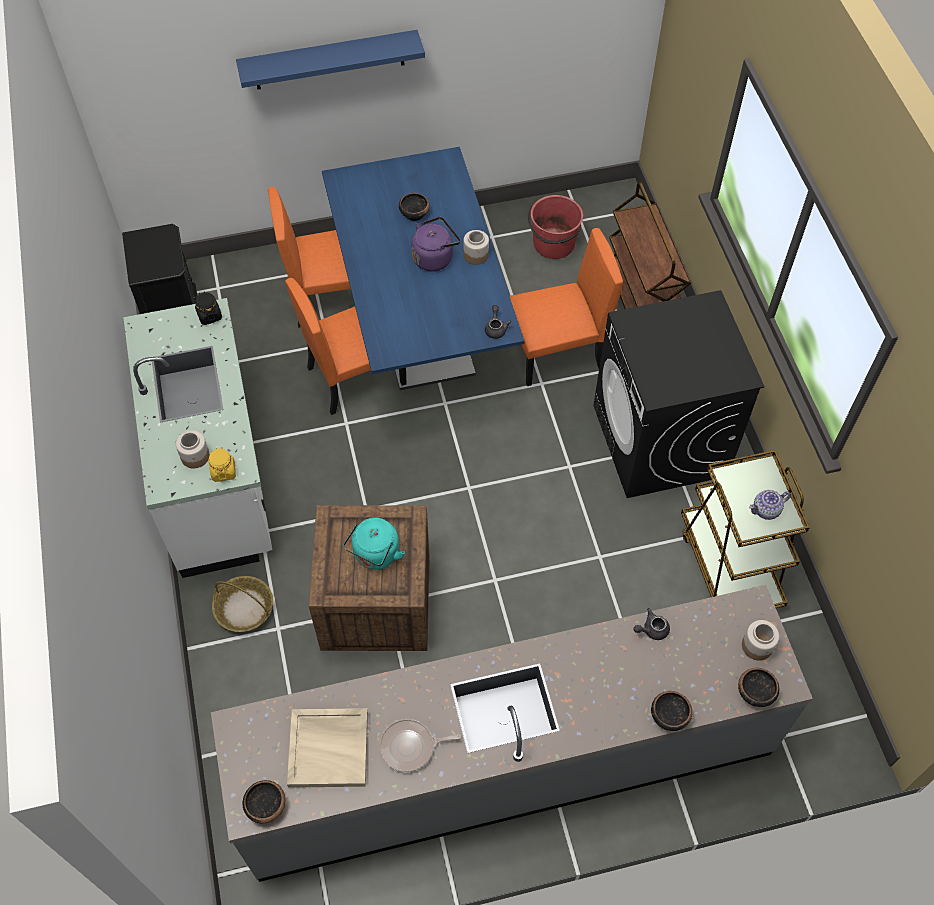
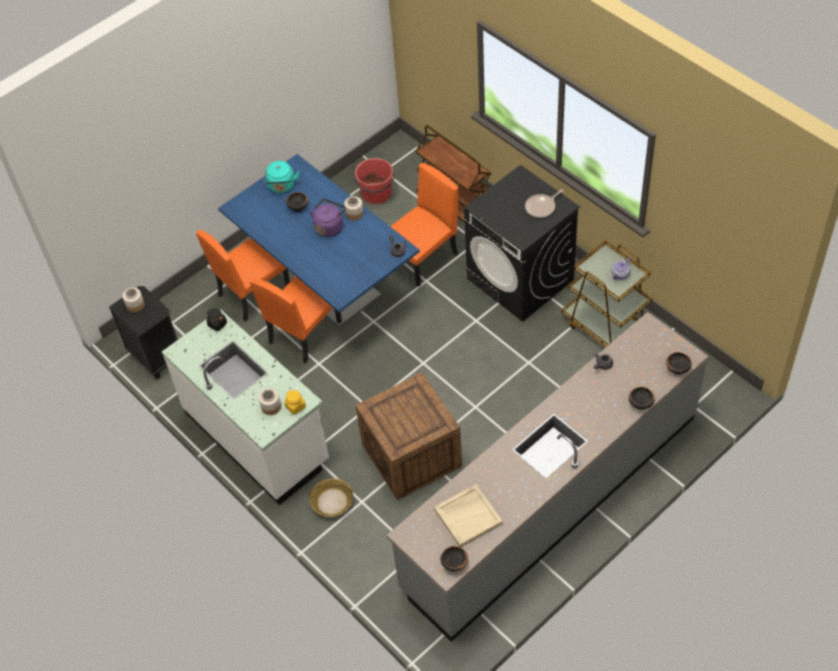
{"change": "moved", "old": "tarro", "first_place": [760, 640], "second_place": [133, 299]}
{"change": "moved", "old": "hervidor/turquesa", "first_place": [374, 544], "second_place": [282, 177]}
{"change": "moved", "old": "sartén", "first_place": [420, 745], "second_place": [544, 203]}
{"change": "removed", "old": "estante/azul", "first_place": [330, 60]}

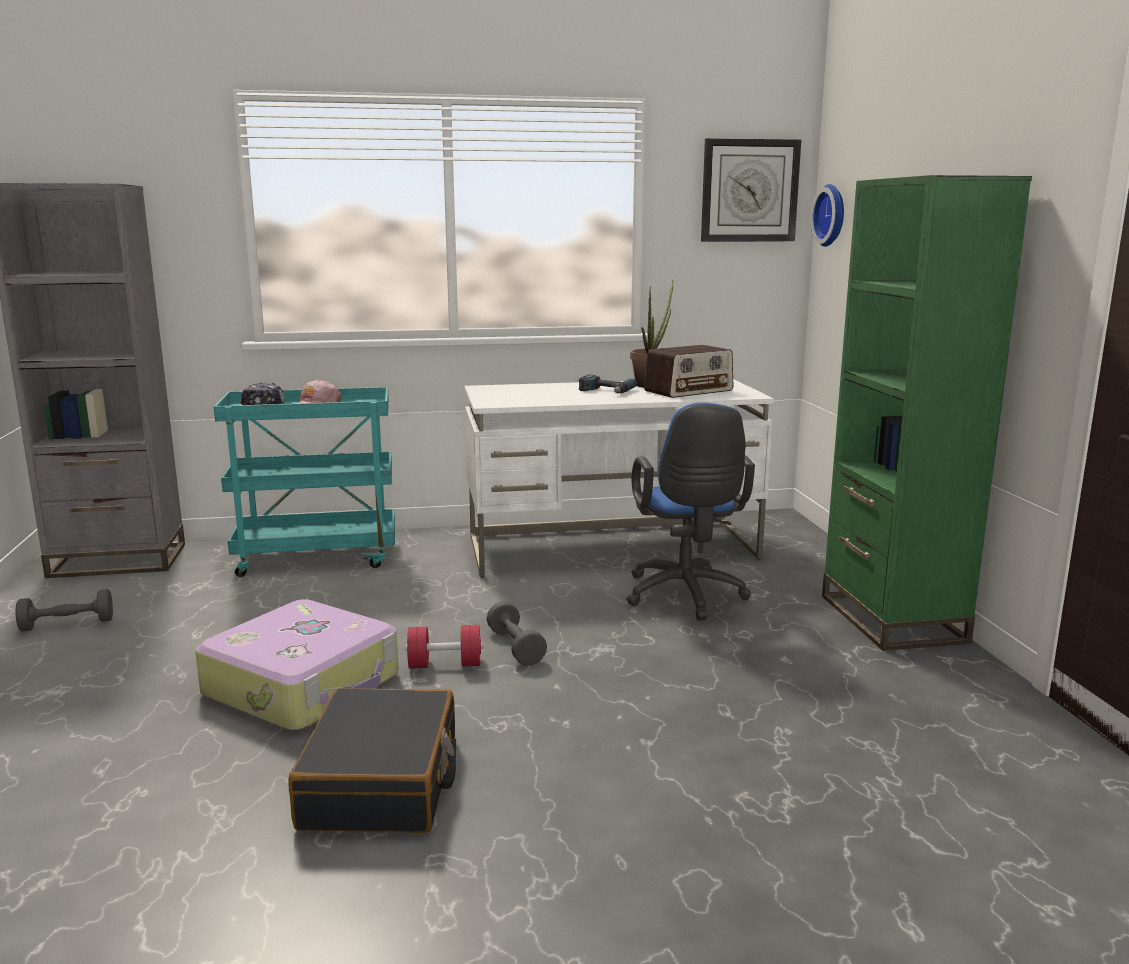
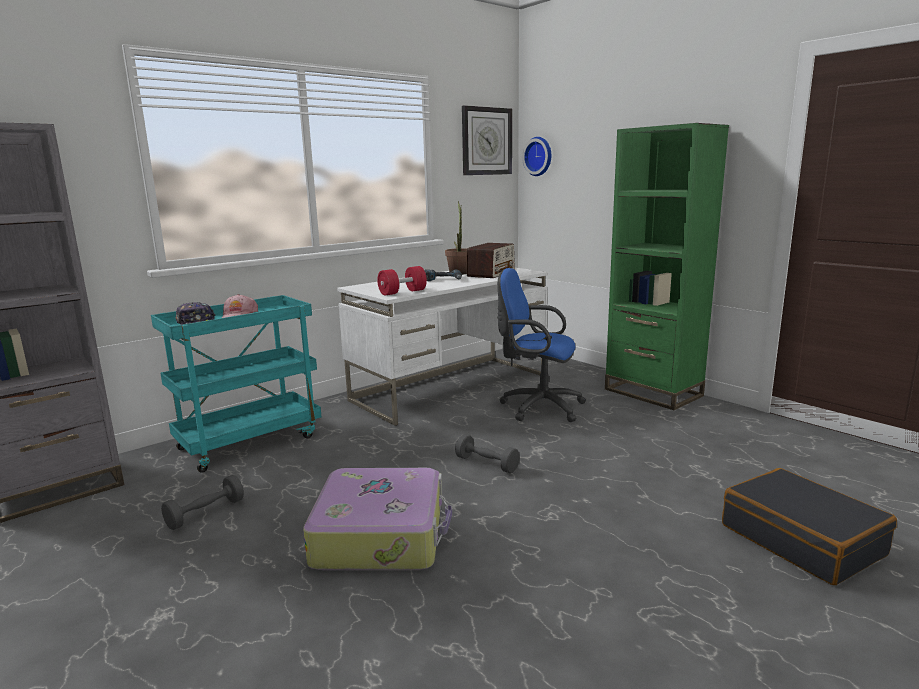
{"change": "moved", "old": "mancuerna/gris", "first_place": [64, 610], "second_place": [202, 502]}
{"change": "moved", "old": "mancuerna/rojo", "first_place": [444, 647], "second_place": [402, 280]}
{"change": "turned", "old": "silla de oficina/azul", "first_place": [690, 511], "second_place": [542, 345], "degrees": 150}
{"change": "moved", "old": "maleta/negro", "first_place": [372, 760], "second_place": [809, 526]}

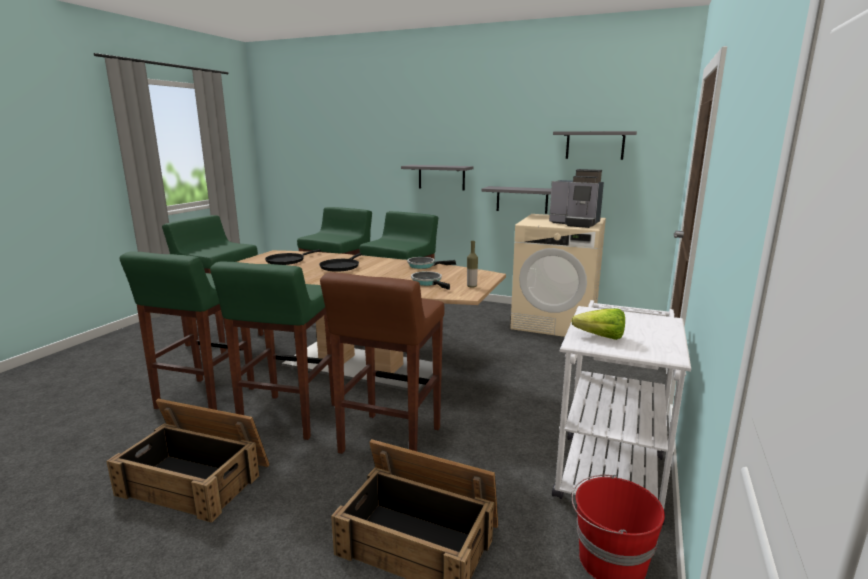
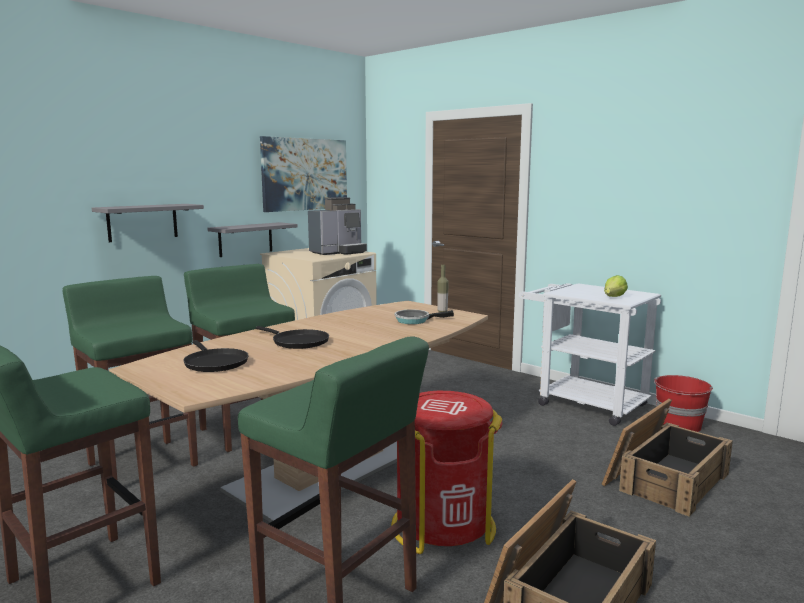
{"change": "replaced", "old": "estante/gris", "new": "cuadro", "first_place": [595, 145], "second_place": [303, 174]}
{"change": "replaced", "old": "taburete/verde", "new": "papelera/rojo", "first_place": [272, 350], "second_place": [446, 472]}
{"change": "removed", "old": "taburete/marrón", "first_place": [382, 363]}
{"change": "removed", "old": "sartén", "first_place": [431, 263]}

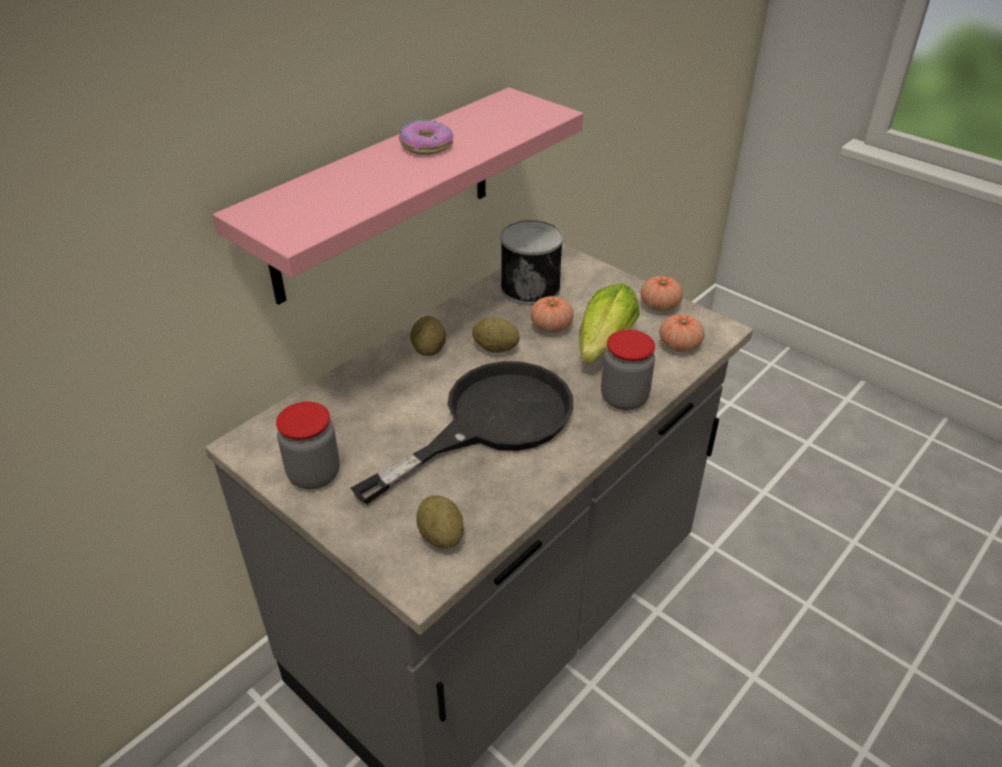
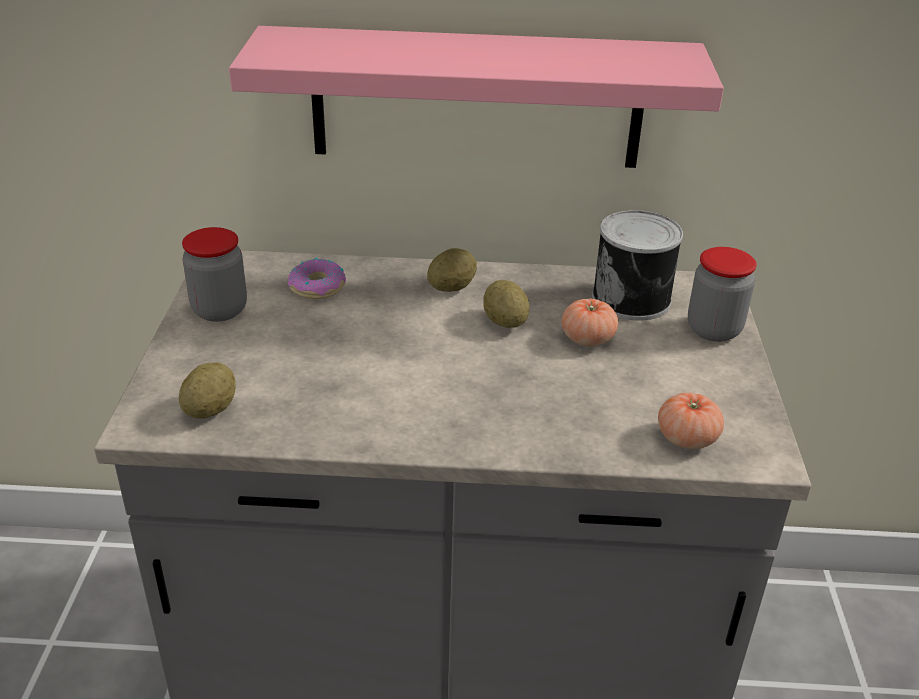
{"change": "moved", "old": "rosquilla", "first_place": [426, 137], "second_place": [317, 278]}
{"change": "moved", "old": "tarro", "first_place": [628, 370], "second_place": [722, 294]}
{"change": "removed", "old": "sartén/negro", "first_place": [462, 432]}
{"change": "removed", "old": "lechuga", "first_place": [609, 323]}
{"change": "removed", "old": "tomate", "first_place": [662, 294]}

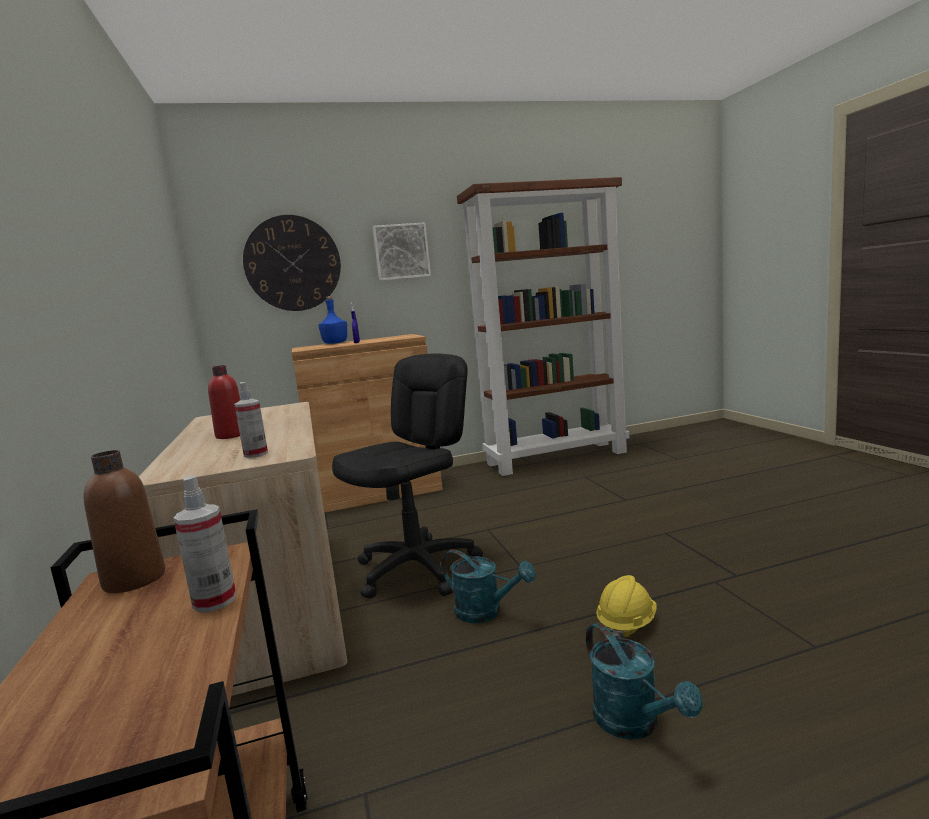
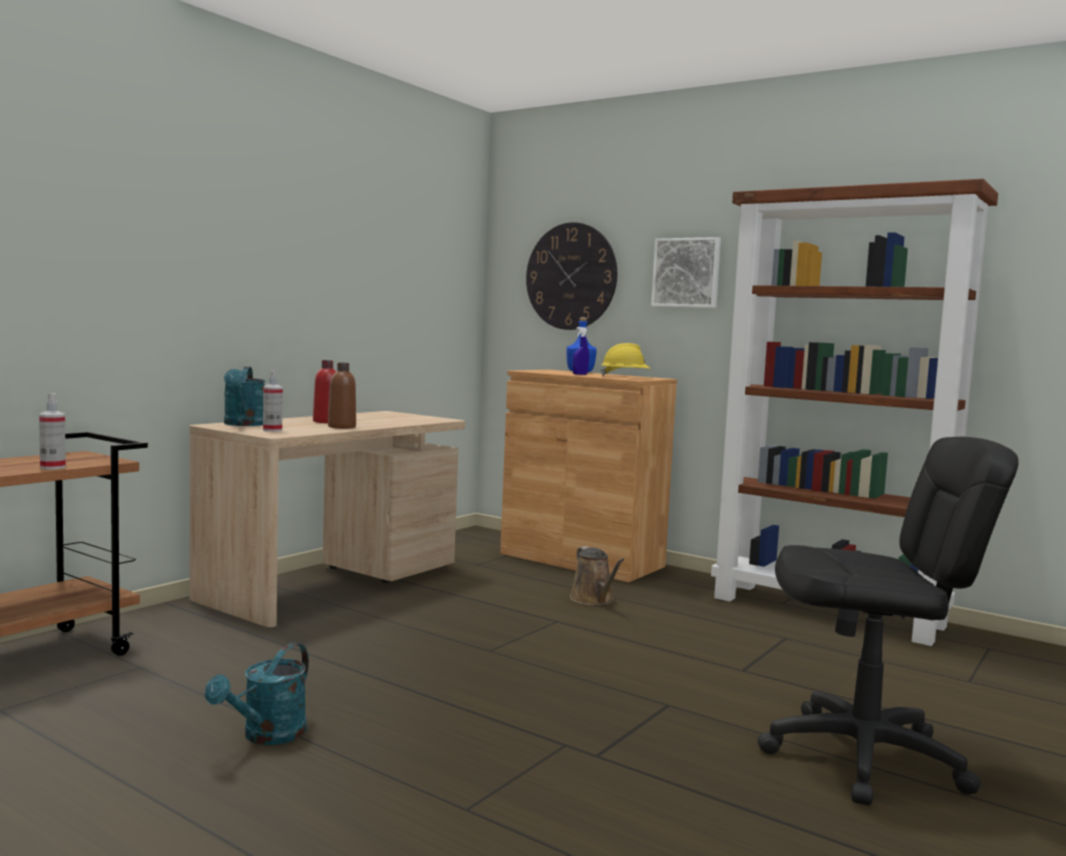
{"change": "moved", "old": "regadera/turquesa", "first_place": [488, 586], "second_place": [244, 396]}
{"change": "moved", "old": "botella/marrón", "first_place": [124, 521], "second_place": [342, 396]}
{"change": "added", "new": "regadera/marrón", "second_place": [597, 575]}
{"change": "moved", "old": "casco/amarillo", "first_place": [626, 606], "second_place": [625, 359]}
{"change": "moved", "old": "silla de oficina/negro", "first_place": [407, 476], "second_place": [888, 621]}

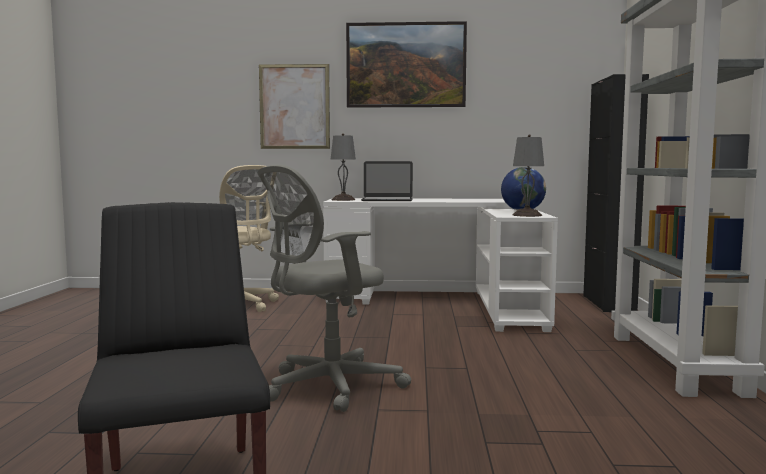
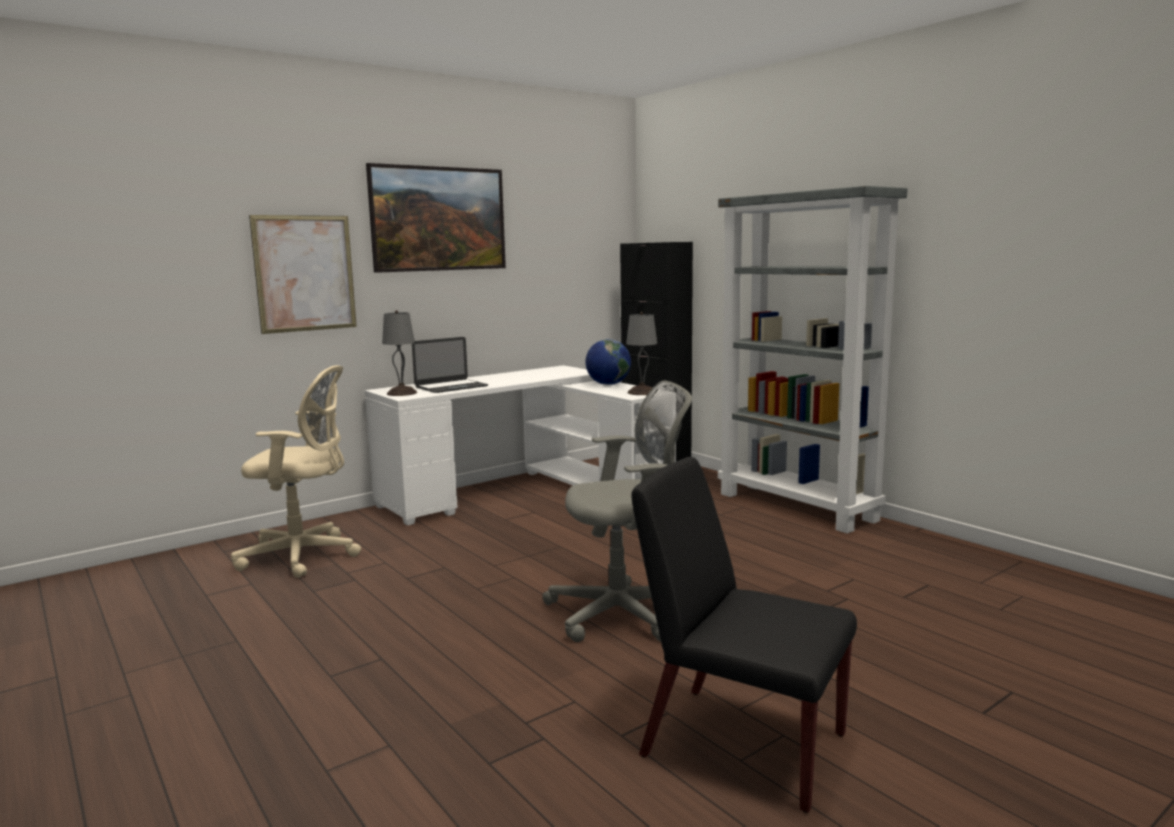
{"change": "turned", "old": "silla de oficina/gris", "first_place": [334, 288], "second_place": [617, 511], "degrees": -120}

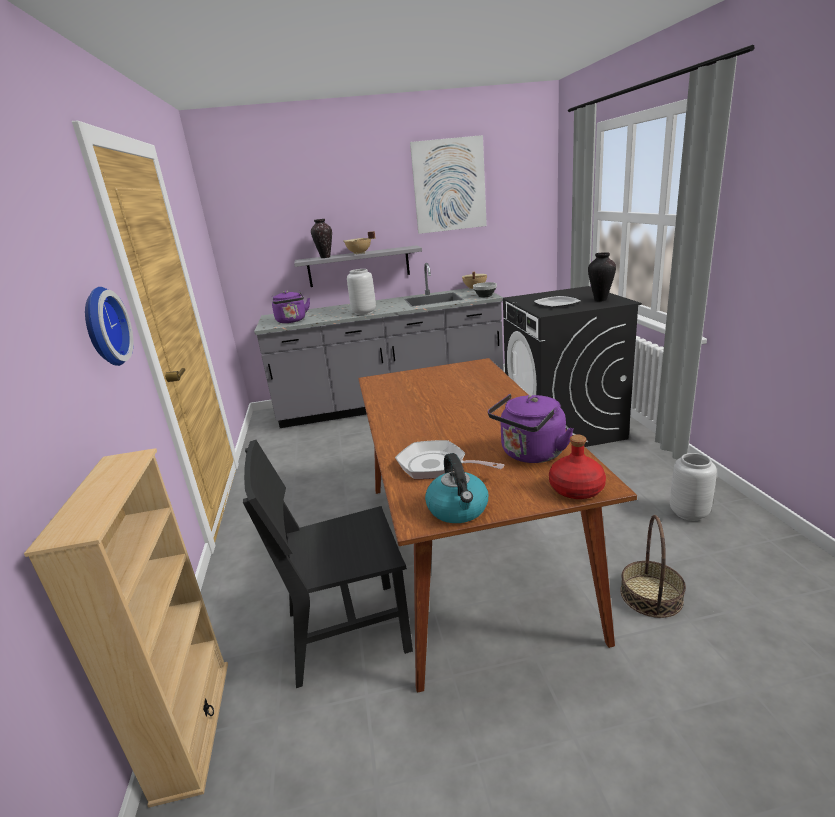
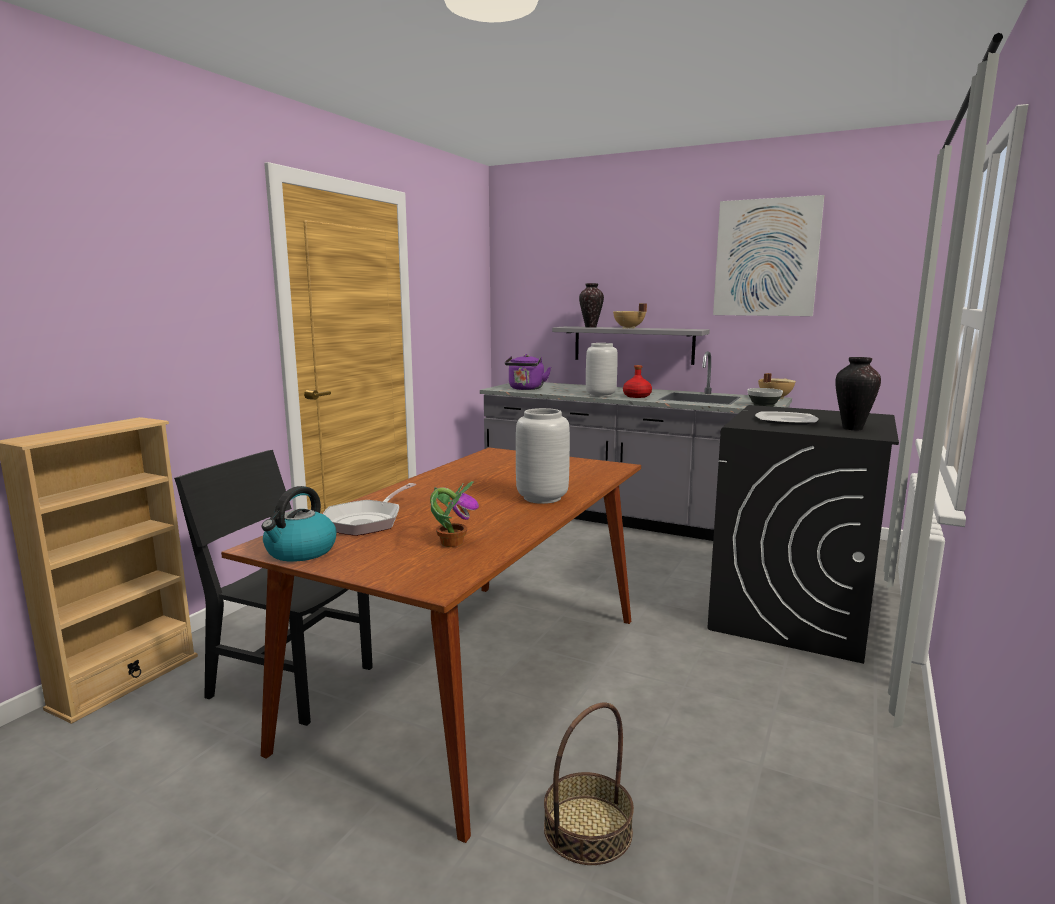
{"change": "turned", "old": "sartén", "first_place": [449, 459], "second_place": [369, 509], "degrees": -135}
{"change": "replaced", "old": "hervidor/morado", "new": "planta en maceta", "first_place": [531, 428], "second_place": [454, 514]}
{"change": "moved", "old": "florero/gris", "first_place": [693, 487], "second_place": [543, 456]}
{"change": "moved", "old": "botella/rojo", "first_place": [577, 466], "second_place": [637, 381]}
{"change": "removed", "old": "reloj de pared", "first_place": [109, 326]}

